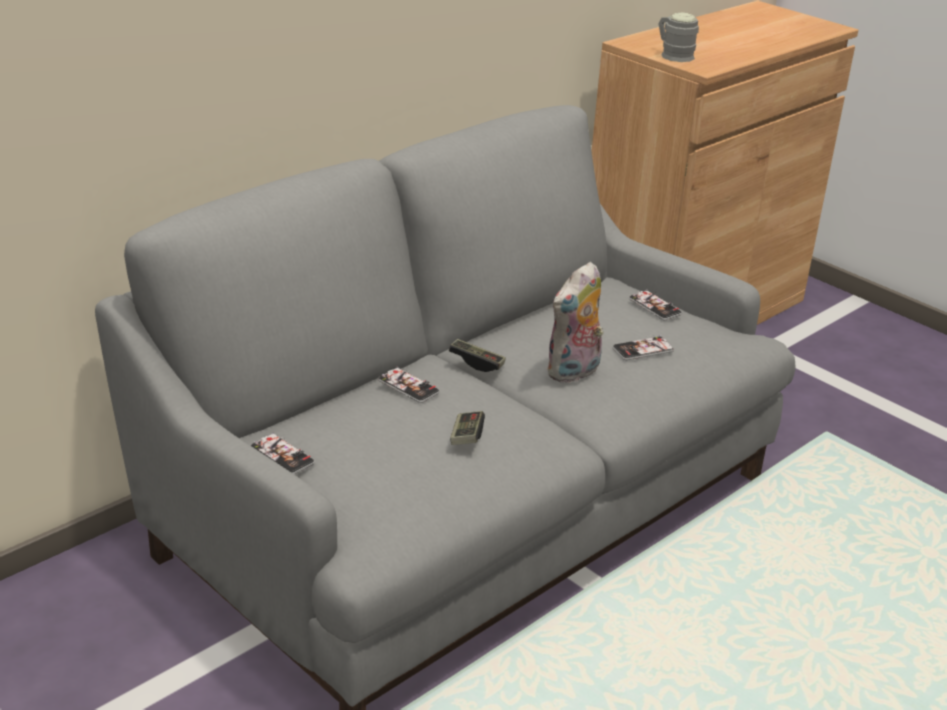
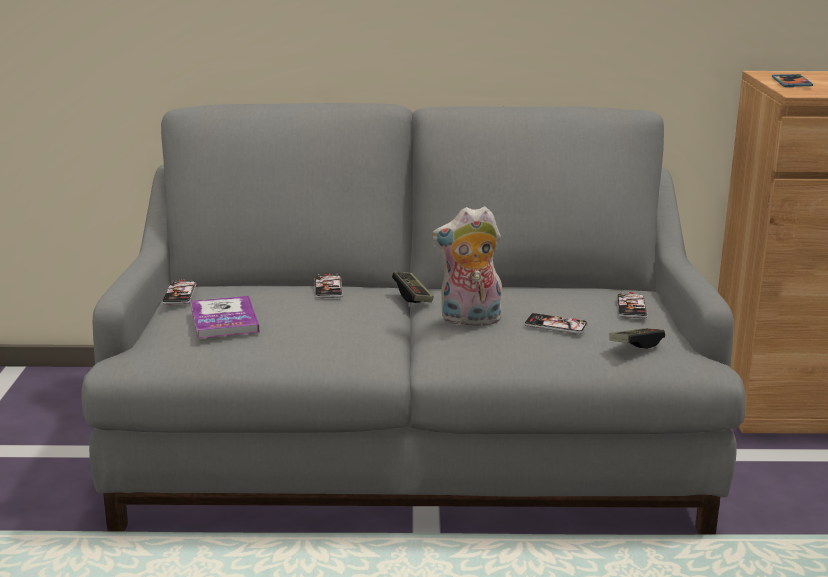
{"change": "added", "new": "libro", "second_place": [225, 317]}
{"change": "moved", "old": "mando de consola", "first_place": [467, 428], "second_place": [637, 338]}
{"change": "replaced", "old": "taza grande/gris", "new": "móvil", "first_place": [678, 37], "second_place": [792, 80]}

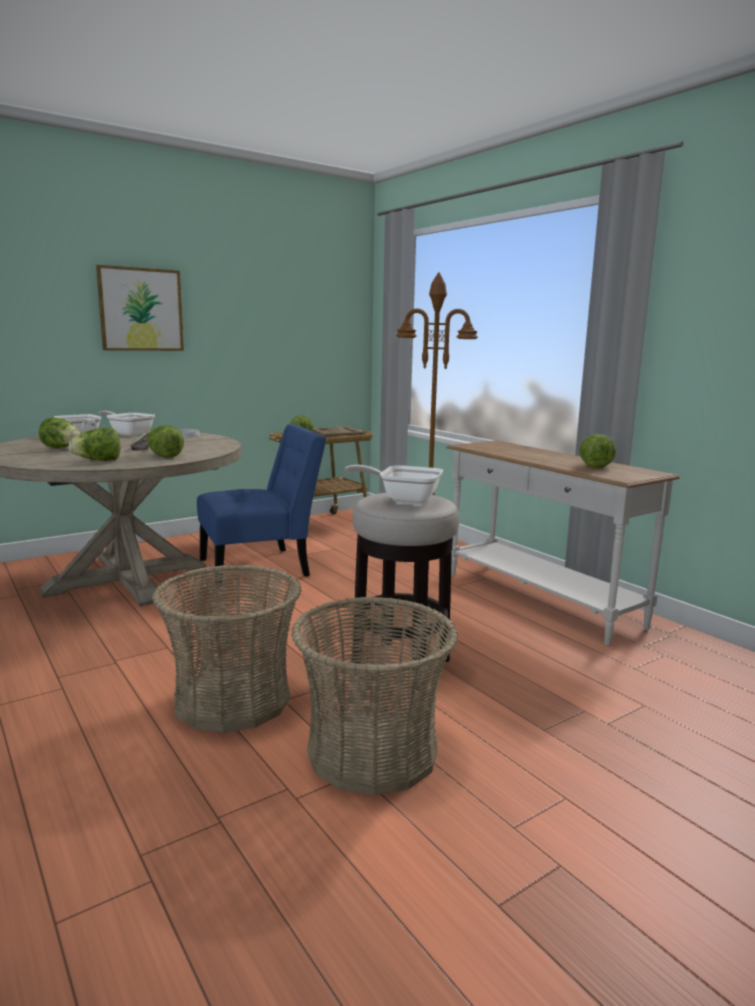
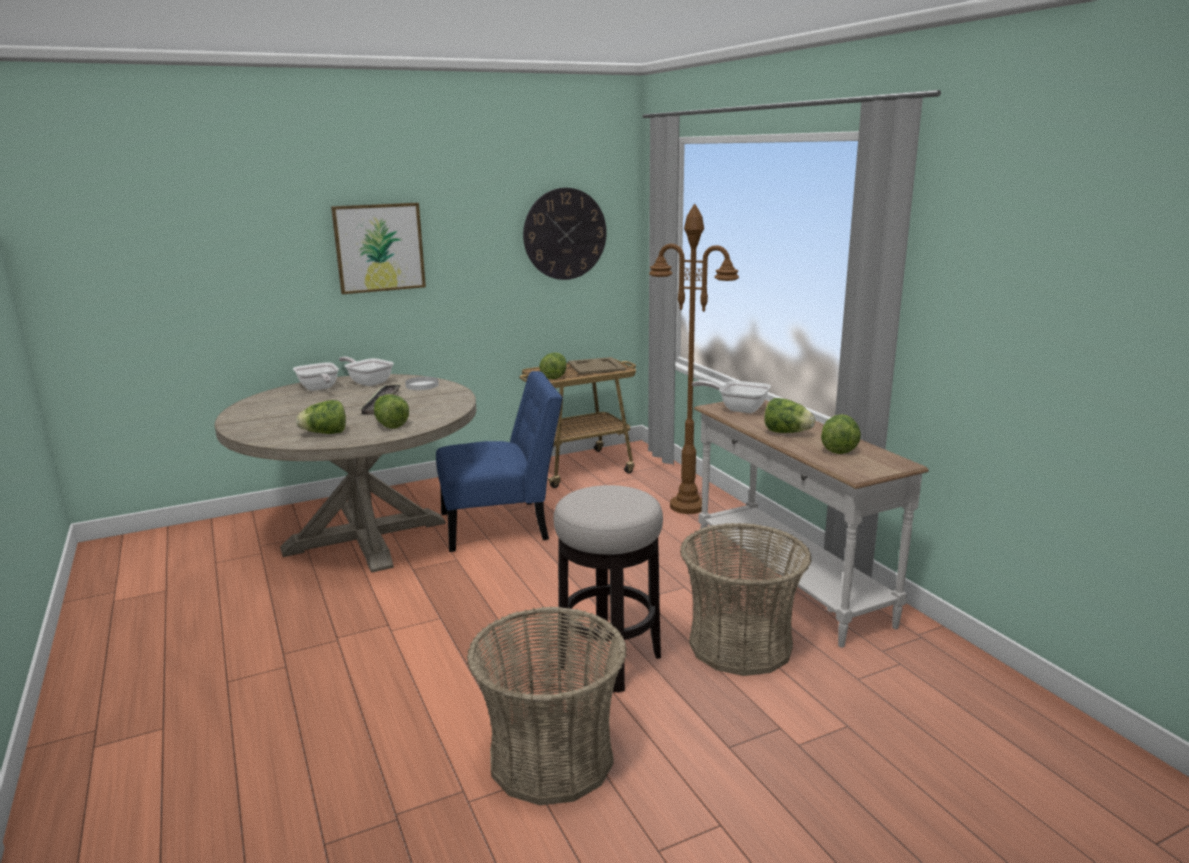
{"change": "added", "new": "reloj de pared", "second_place": [564, 234]}
{"change": "moved", "old": "cesta", "first_place": [227, 649], "second_place": [746, 599]}
{"change": "moved", "old": "sartén", "first_place": [394, 484], "second_place": [731, 397]}
{"change": "moved", "old": "lechuga", "first_place": [60, 432], "second_place": [789, 415]}

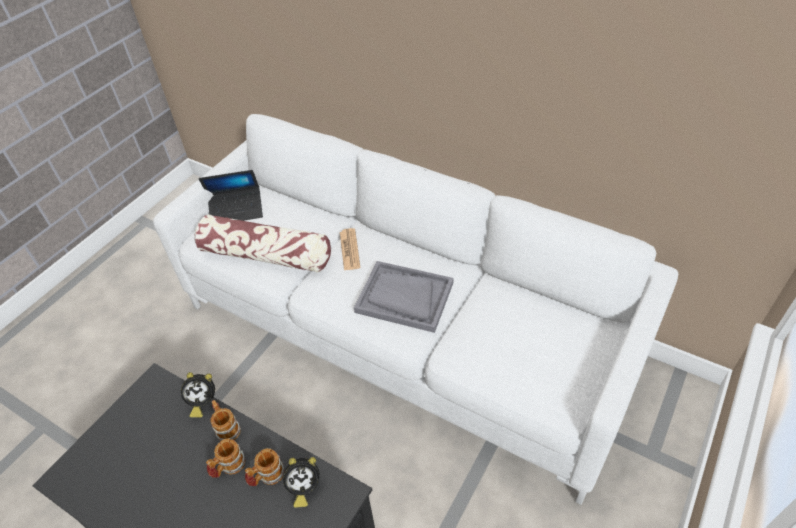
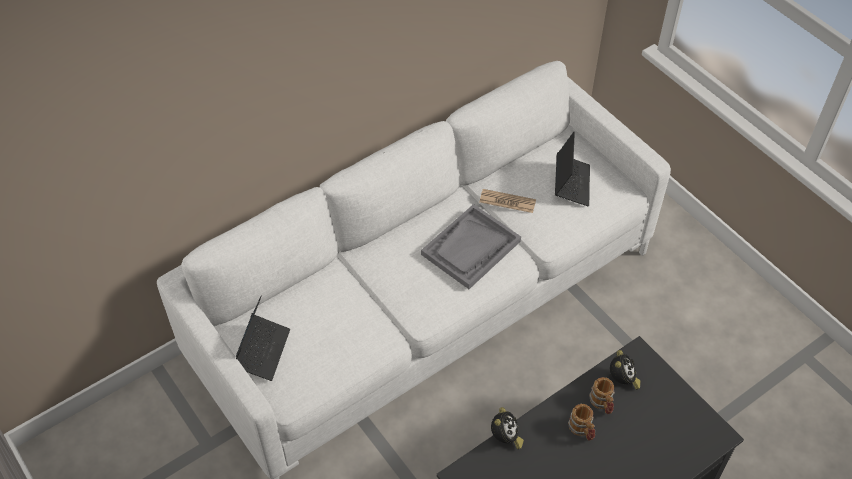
{"change": "moved", "old": "periódico", "first_place": [350, 249], "second_place": [508, 201]}
{"change": "added", "new": "portátil", "second_place": [572, 169]}
{"change": "removed", "old": "cojín", "first_place": [262, 244]}
{"change": "removed", "old": "taza grande", "first_place": [225, 420]}

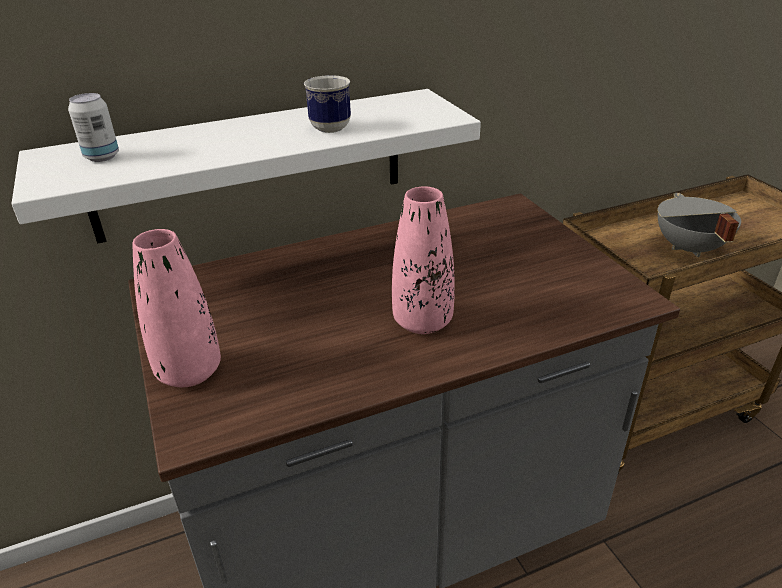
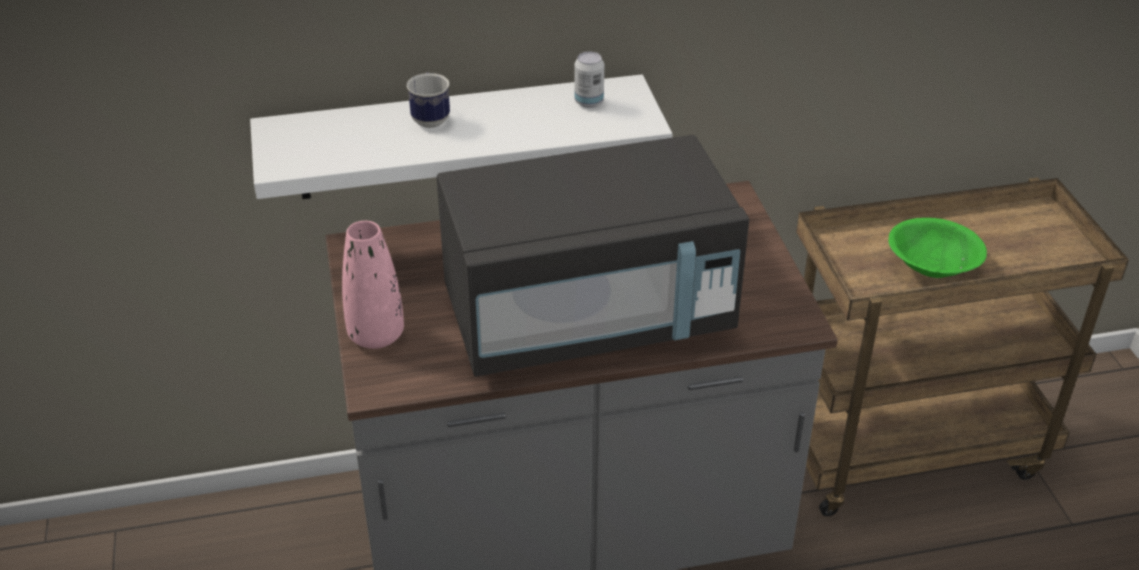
{"change": "moved", "old": "taza grande", "first_place": [327, 104], "second_place": [428, 100]}
{"change": "replaced", "old": "florero/rosa", "new": "microondas/negro", "first_place": [423, 260], "second_place": [592, 256]}
{"change": "moved", "old": "lata", "first_place": [93, 127], "second_place": [589, 80]}
{"change": "replaced", "old": "olla/gris", "new": "cuenco/verde", "first_place": [699, 225], "second_place": [937, 248]}

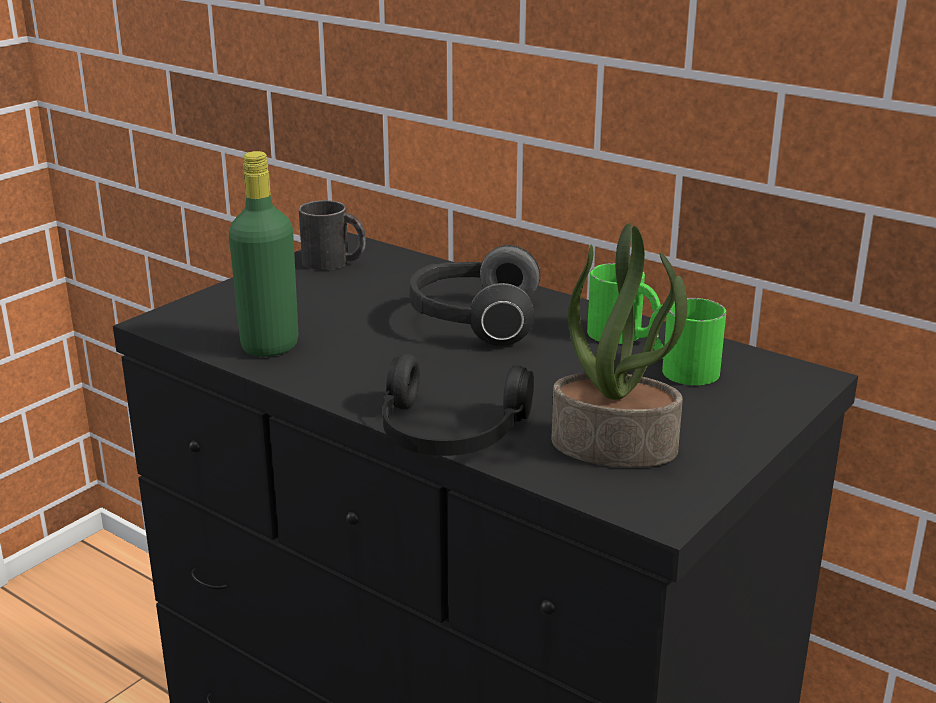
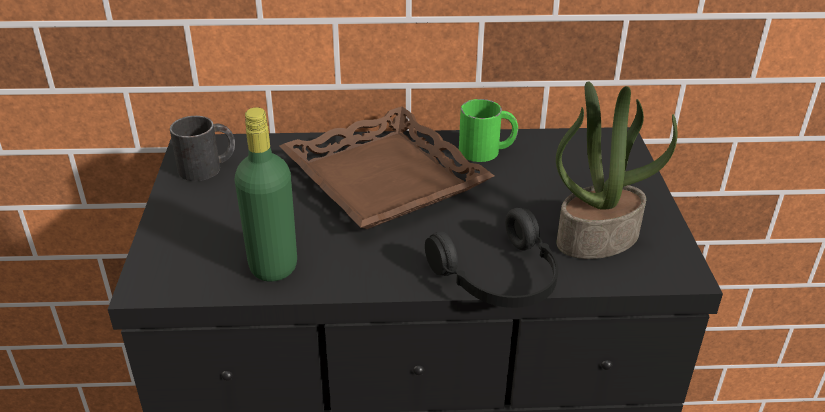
{"change": "replaced", "old": "auriculares", "new": "bandeja/marrón", "first_place": [474, 295], "second_place": [386, 167]}
{"change": "removed", "old": "taza grande/verde", "first_place": [687, 341]}

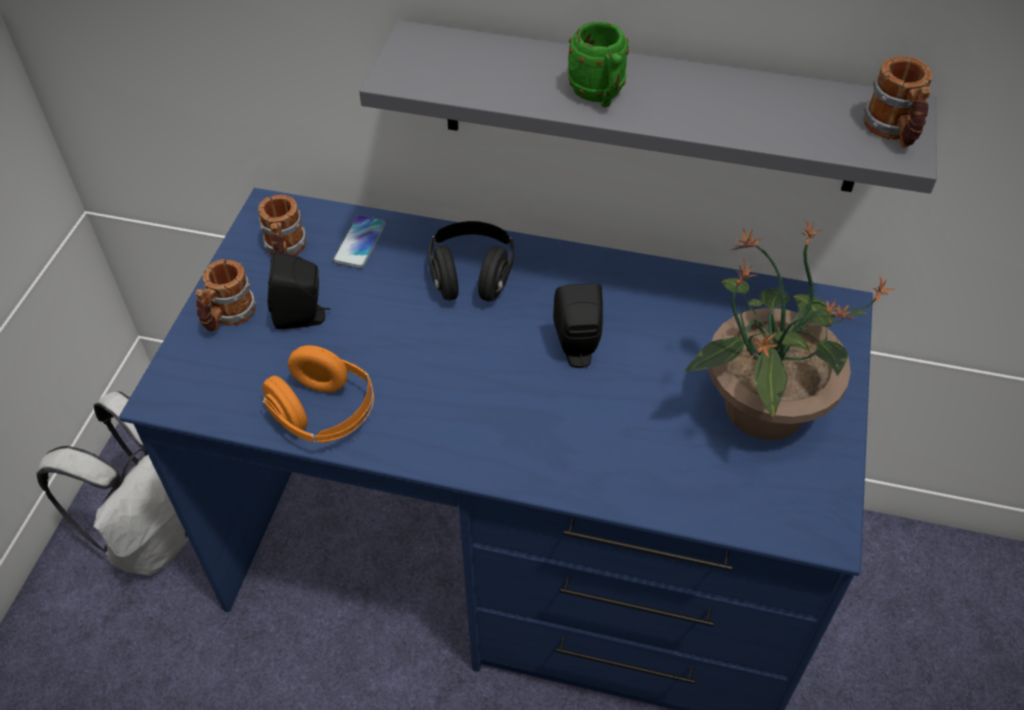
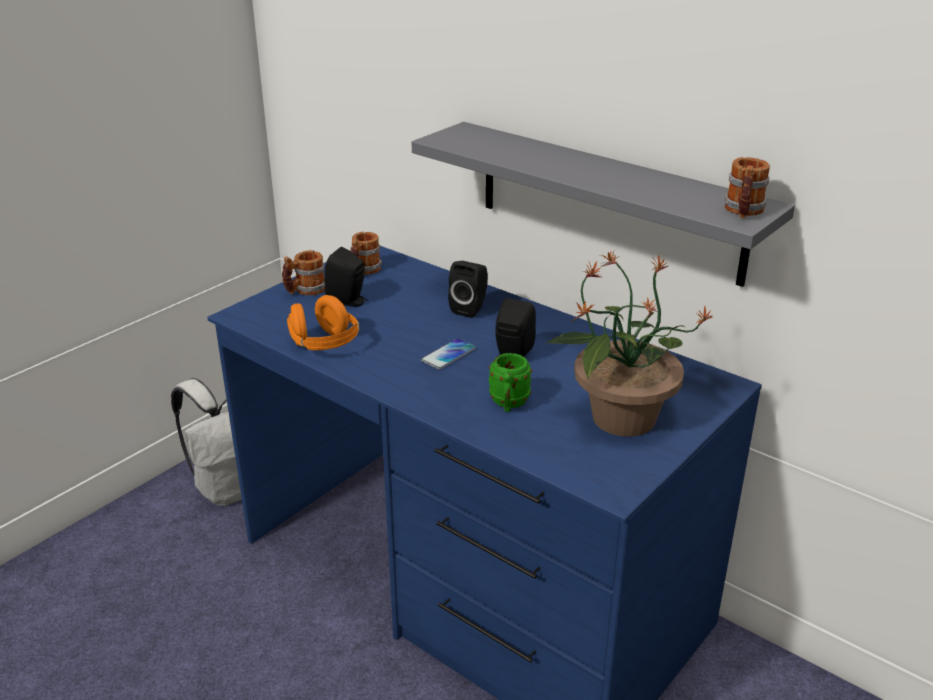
{"change": "moved", "old": "móvil", "first_place": [359, 241], "second_place": [448, 354]}
{"change": "replaced", "old": "auriculares/negro", "new": "altavoz/negro", "first_place": [471, 261], "second_place": [468, 289]}
{"change": "moved", "old": "taza grande/verde", "first_place": [598, 64], "second_place": [510, 382]}

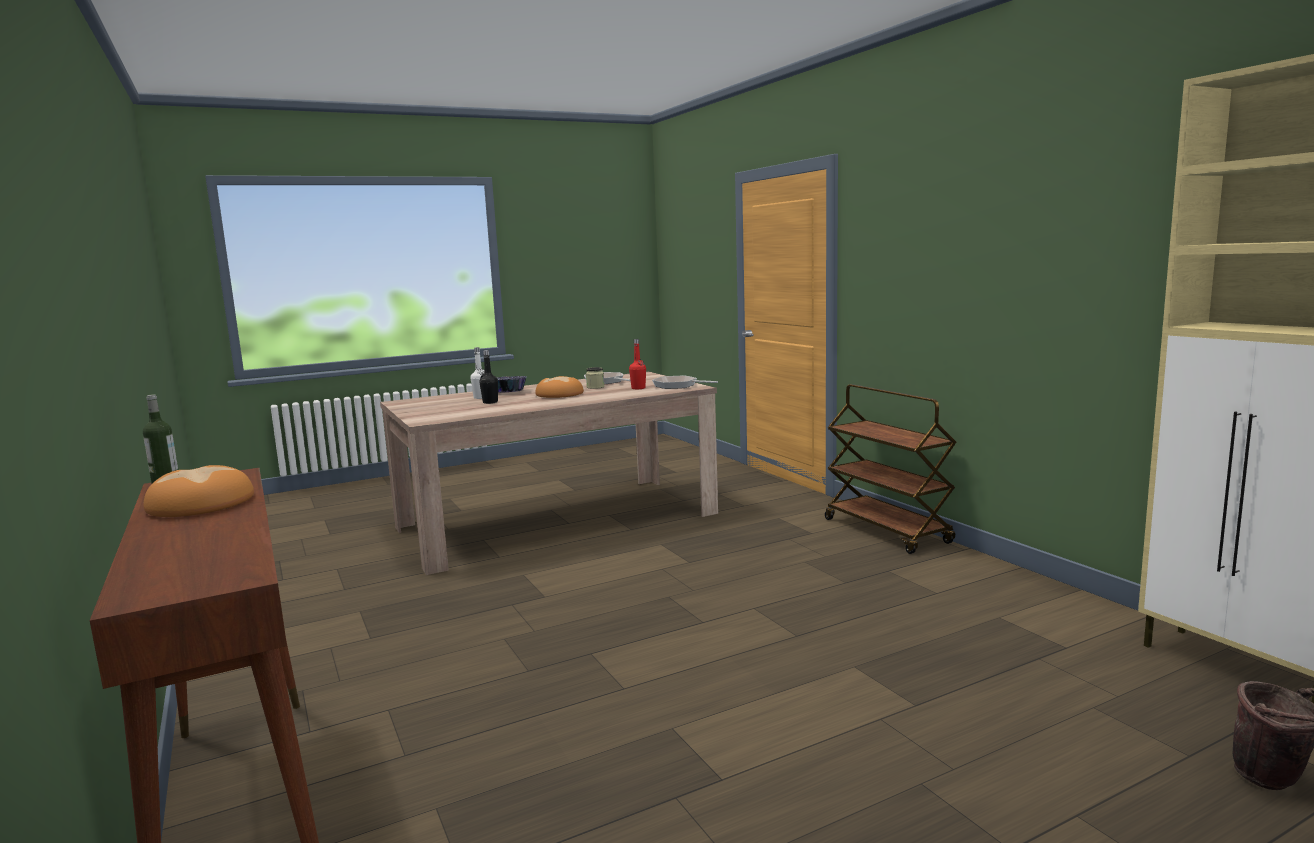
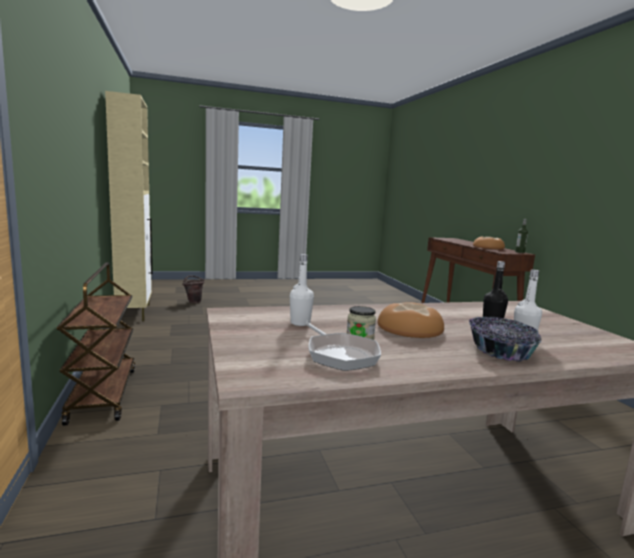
{"change": "recoloured", "old": "botella/rojo", "new": "botella/blanco", "first_place": [637, 364], "second_place": [302, 290]}
{"change": "removed", "old": "sartén", "first_place": [685, 382]}

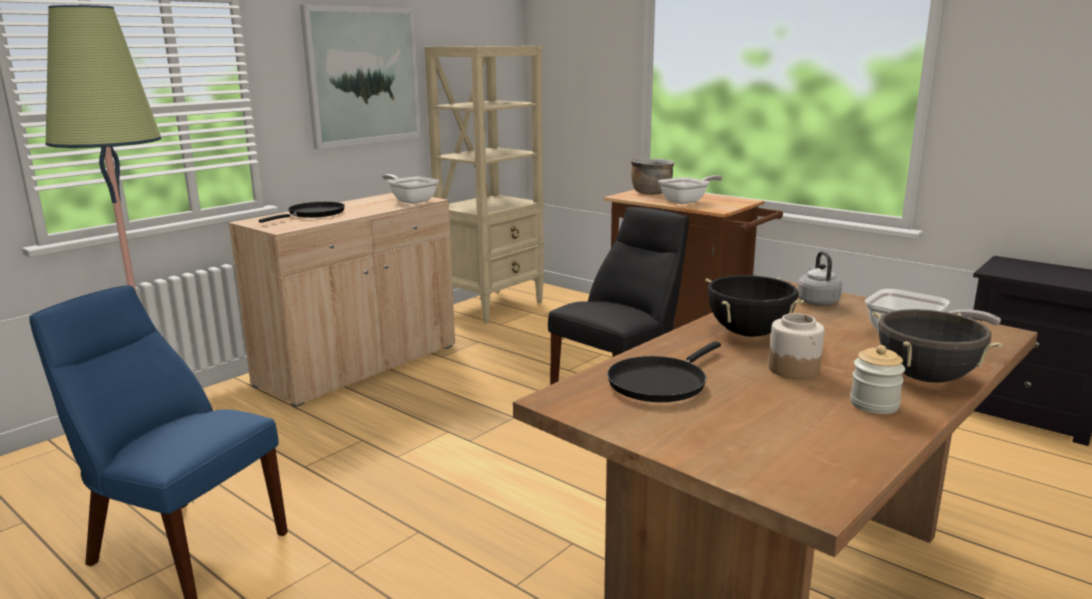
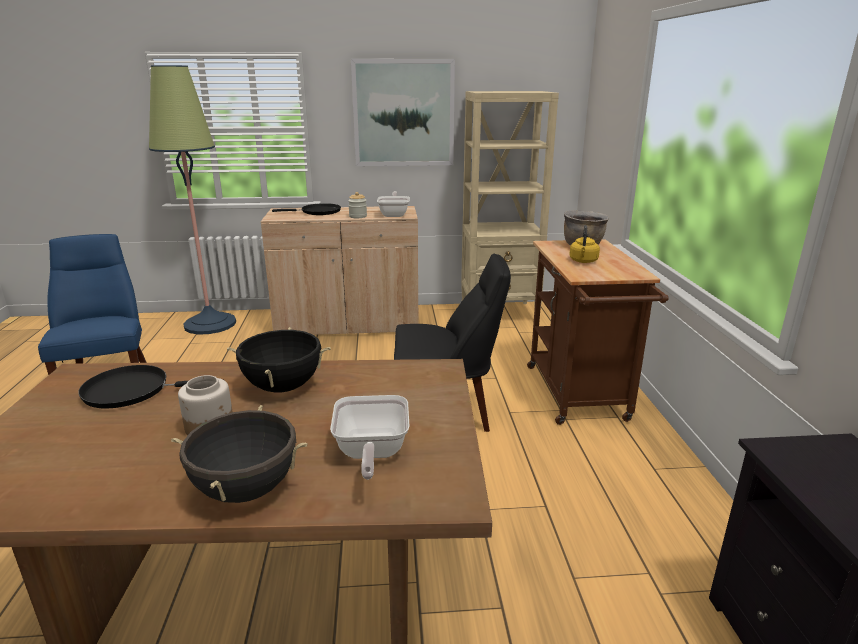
{"change": "moved", "old": "tarro", "first_place": [877, 379], "second_place": [357, 205]}
{"change": "replaced", "old": "sartén", "new": "hervidor/amarillo", "first_place": [690, 189], "second_place": [584, 244]}
{"change": "removed", "old": "hervidor/gris", "first_place": [819, 278]}

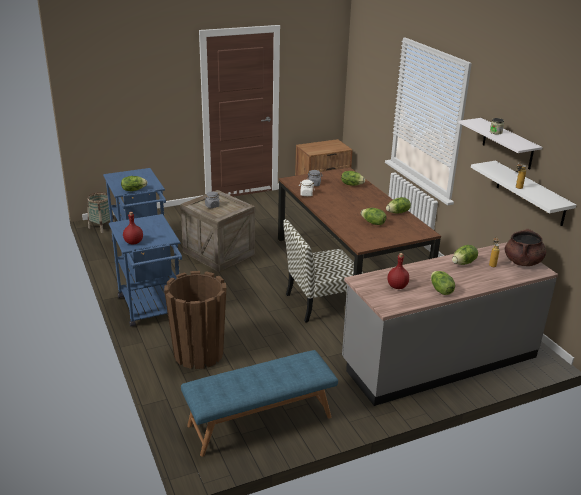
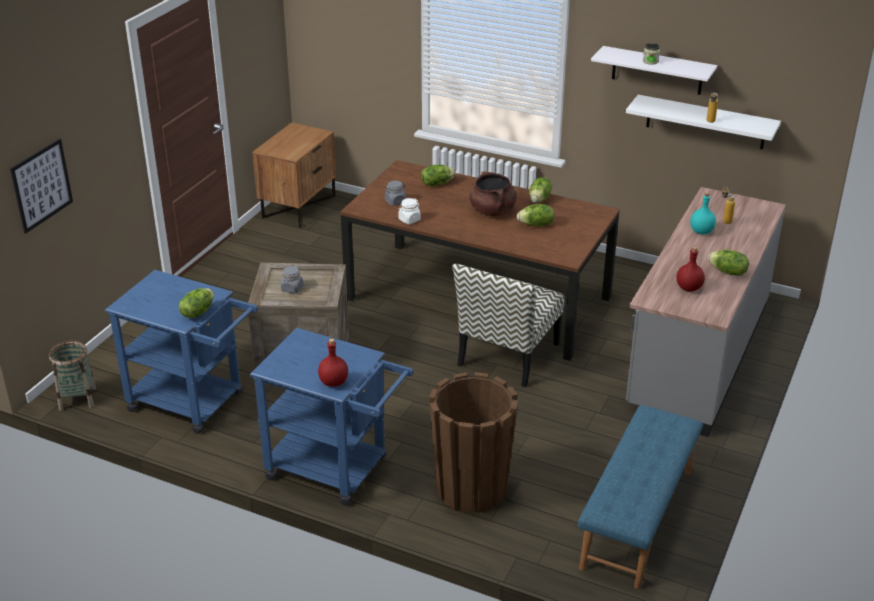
{"change": "added", "new": "cuadro", "second_place": [41, 186]}
{"change": "moved", "old": "olla/marrón", "first_place": [525, 247], "second_place": [493, 193]}
{"change": "replaced", "old": "lechuga", "new": "botella/turquesa", "first_place": [465, 255], "second_place": [703, 213]}

